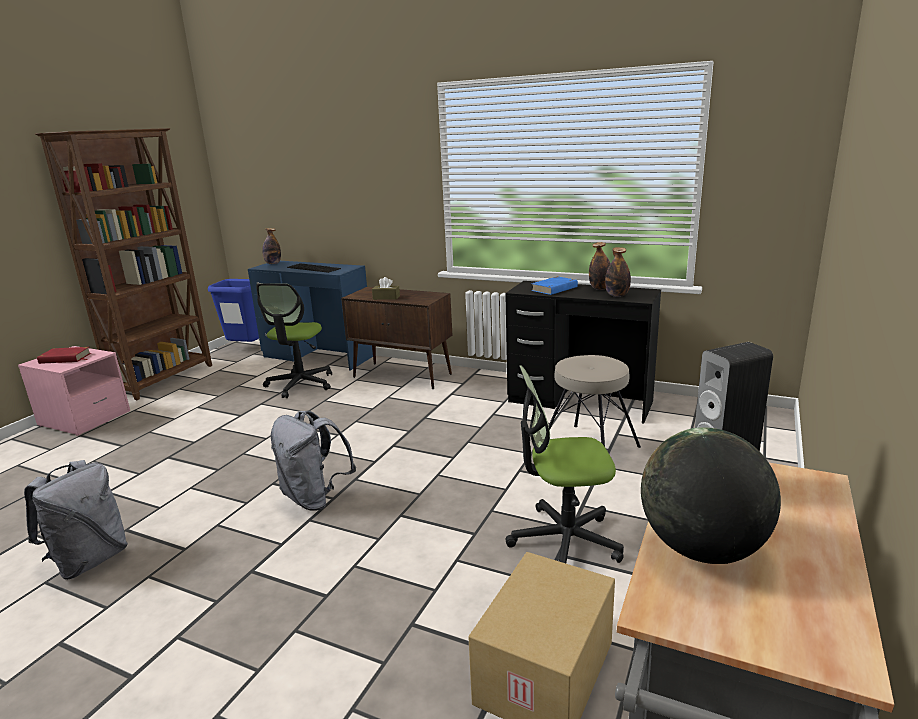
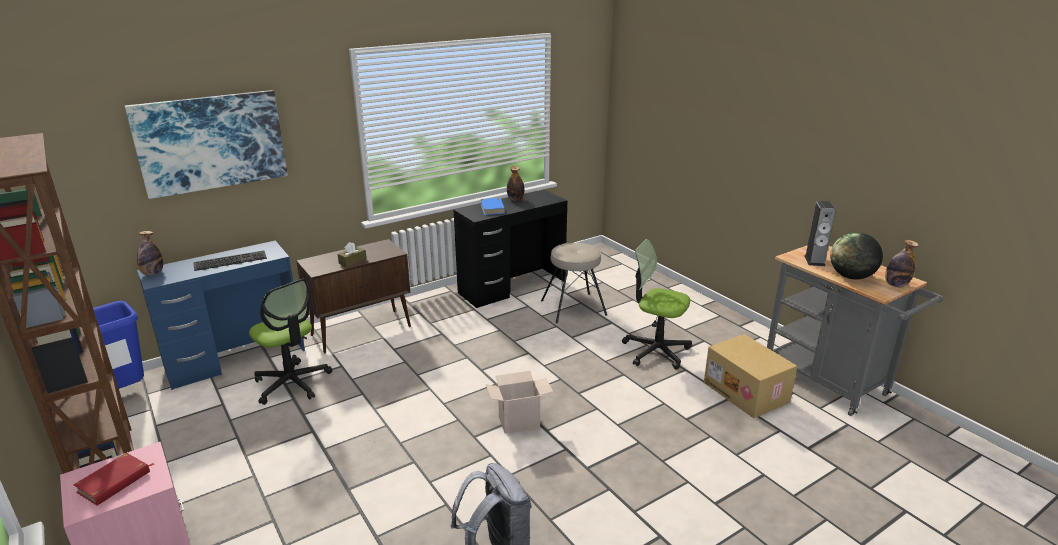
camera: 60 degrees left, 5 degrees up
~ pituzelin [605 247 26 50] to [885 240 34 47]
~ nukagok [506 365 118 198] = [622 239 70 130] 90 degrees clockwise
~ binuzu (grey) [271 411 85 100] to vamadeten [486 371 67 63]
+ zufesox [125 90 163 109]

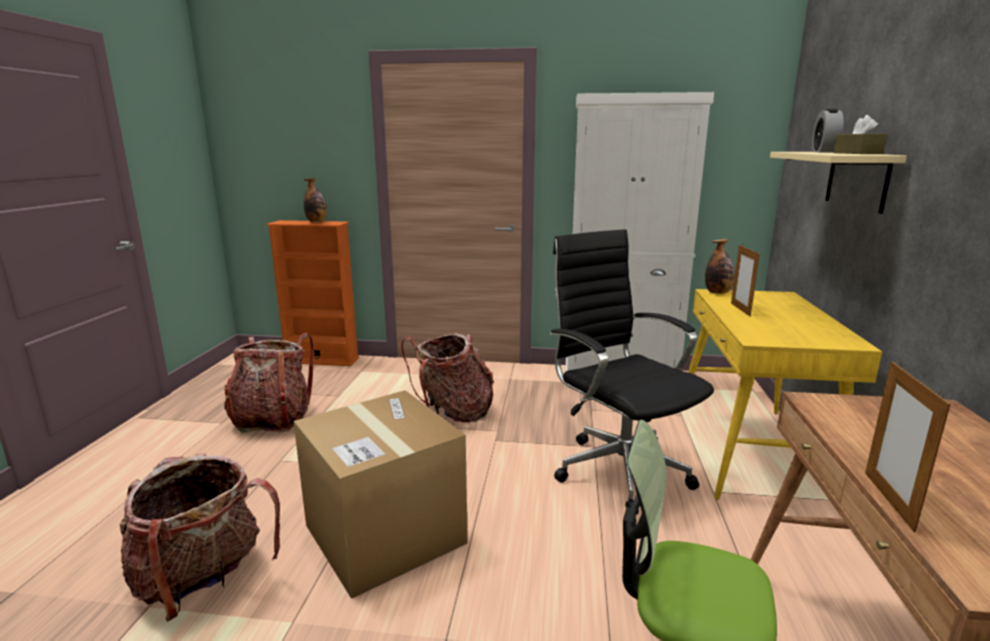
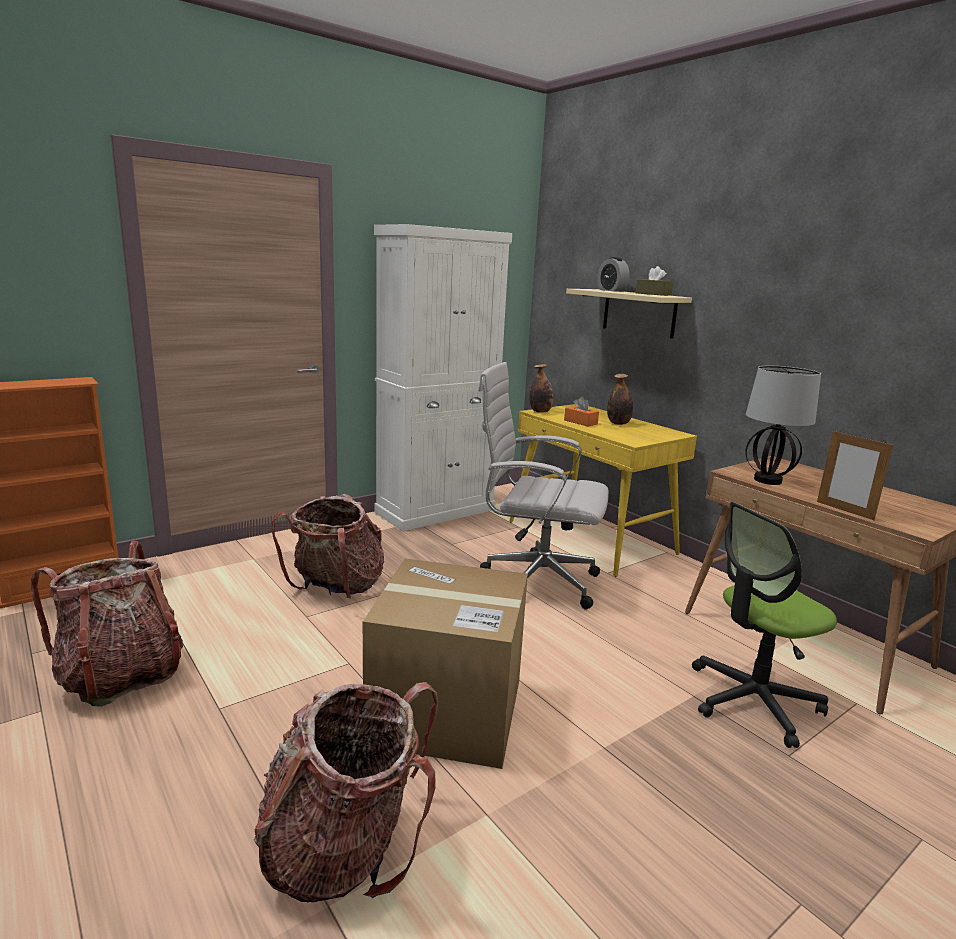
camera: 45 degrees left, 0 degrees up
~ pituzelin [304 177 23 45] to [607 374 26 51]
~ nukagok (black) [550 229 164 286] to nukagok (white) [478 362 131 248]
~ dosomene [731 245 29 72] to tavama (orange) [564 397 35 30]
+ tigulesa [745 366 76 119]

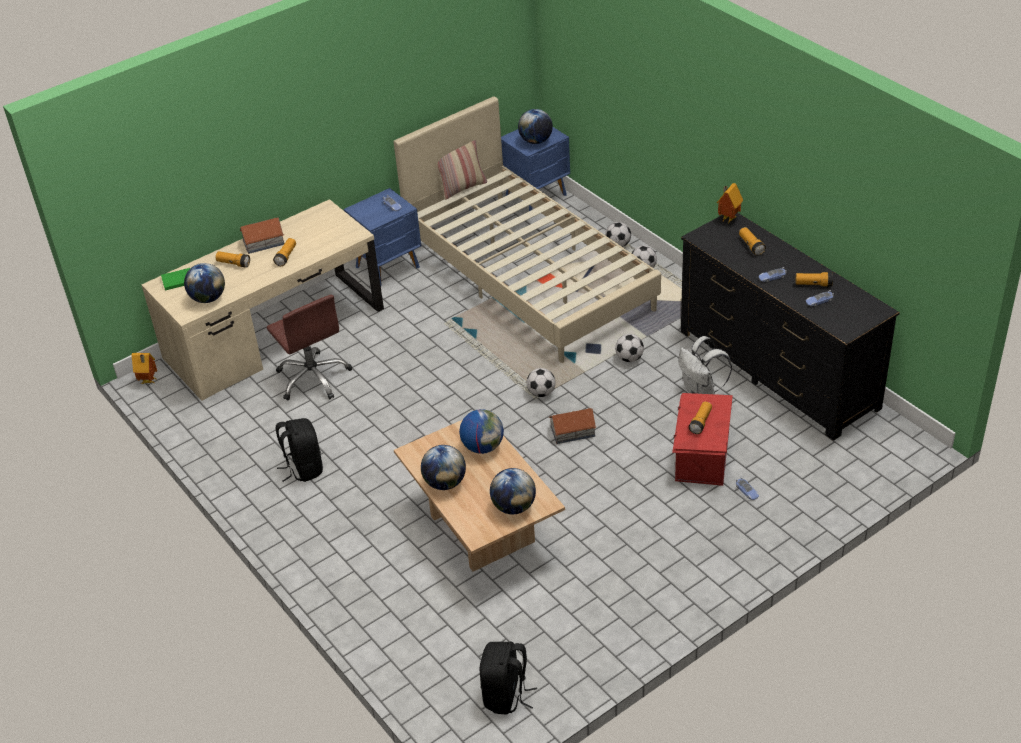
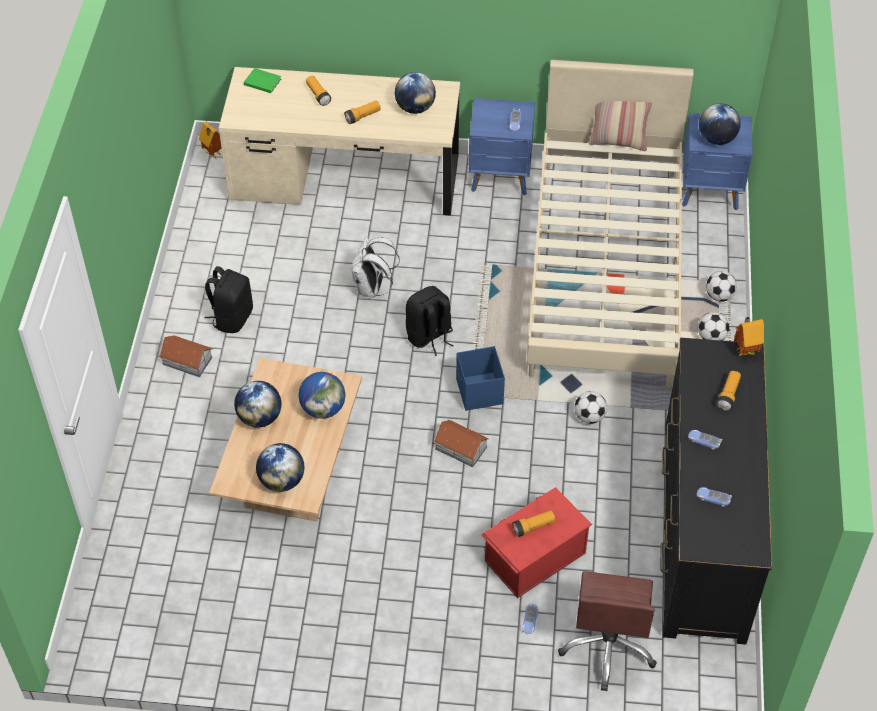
camera: 40 degrees right, 10 degrees up
~ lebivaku [240 217 45 37] to [160 335 52 42]
~ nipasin [184 263 41 40] to [395 72 41 42]
- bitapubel [795 272 38 14]
~ nukagok (brown) [267 294 85 107] to [558 571 99 120]
~ binuzu (white) [678 336 54 58] to [352 236 48 62]
~ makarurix [527 368 29 29] to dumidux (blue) [456 346 49 65]
~ binuzu (black) [480 642 57 72] to [406 286 48 70]

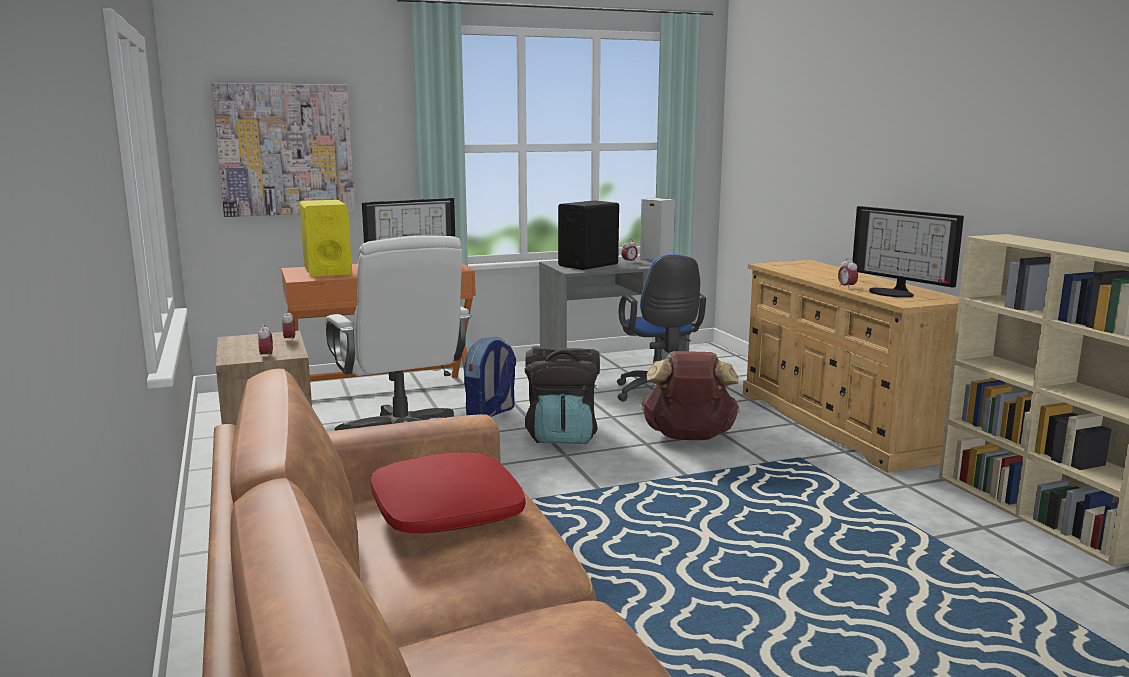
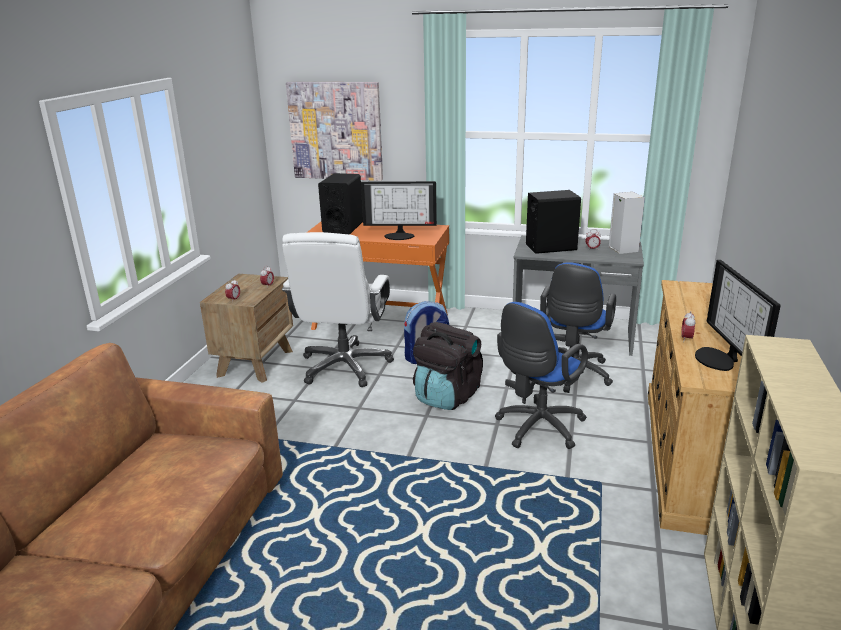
camera: 35 degrees right, 10 degrees up
~ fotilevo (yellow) [300 200 52 77] to fotilevo (black) [318 173 45 61]
~ binuzu (brown) [641 351 98 89] to nukagok (blue) [495 302 93 147]
- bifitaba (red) [370 452 156 81]

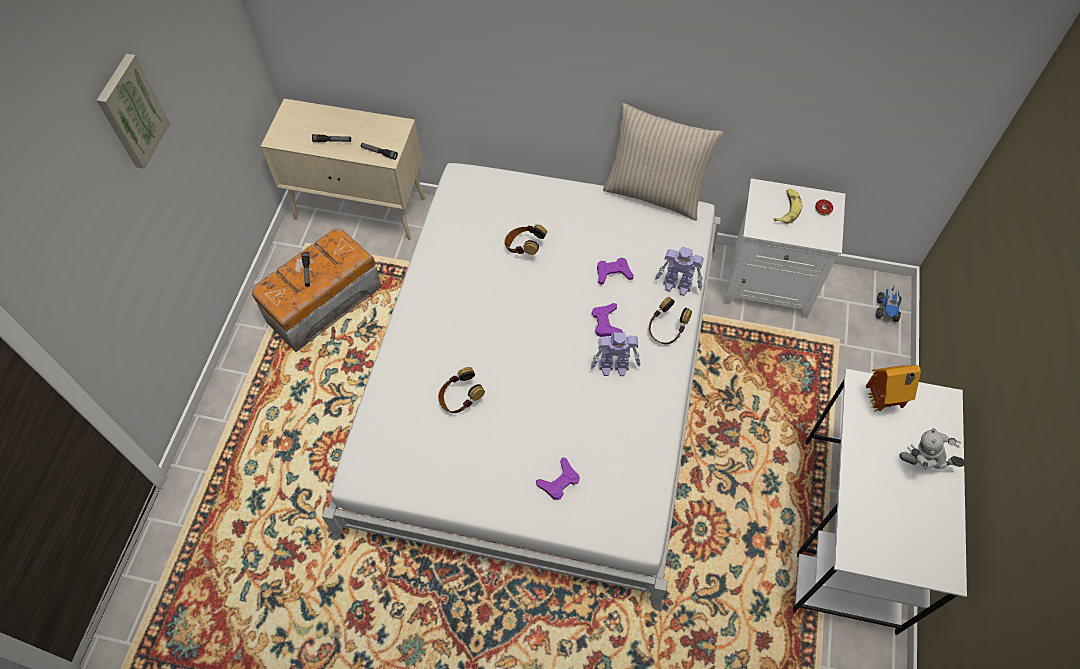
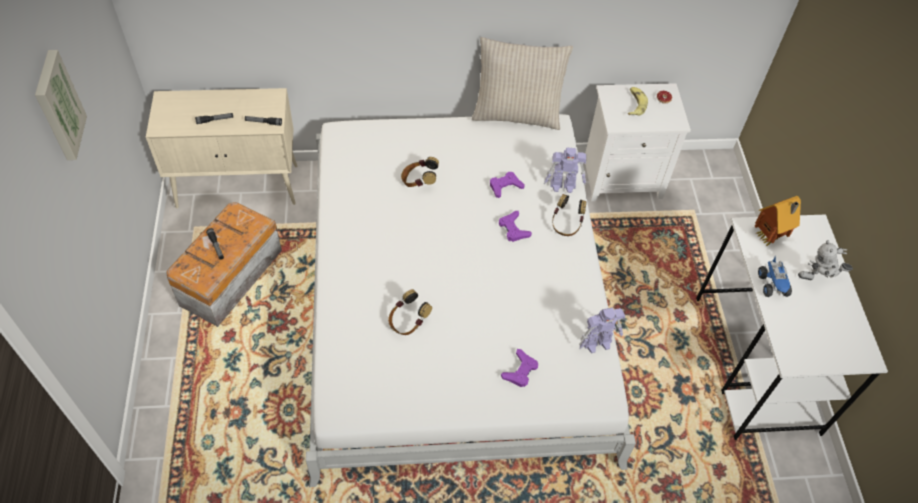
camera: 20 degrees left, 5 degrees down
~ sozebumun [876 286 26 36] to [758 256 34 41]
~ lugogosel [591 332 49 44] to [579 307 46 46]

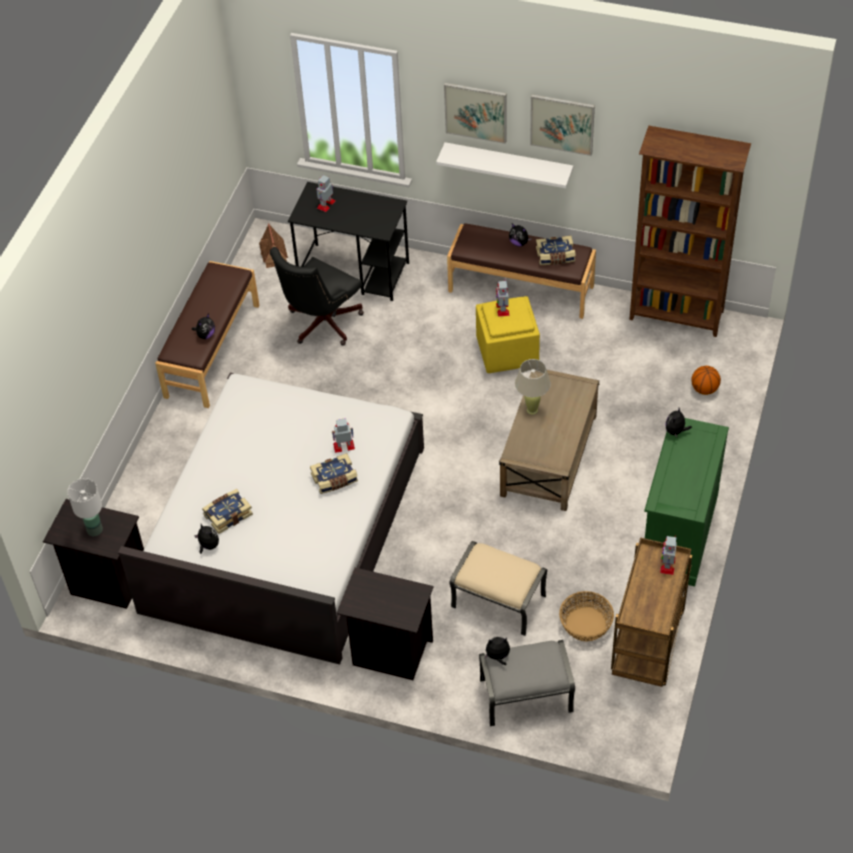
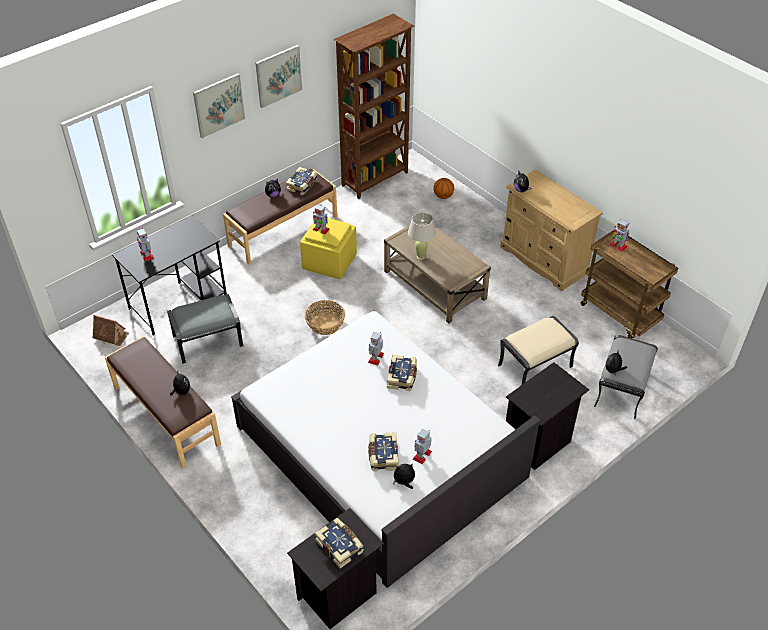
camera: 60 degrees left, 5 degrees down
- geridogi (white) [436 142 137 46]
~ nukagok (black) [270 247 94 99] to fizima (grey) [167 294 76 70]
~ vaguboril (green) [644 418 85 169] to vaguboril (beige) [500 169 103 122]
~ tigulesa (white) [67 478 36 58] to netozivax [315 518 49 51]
~ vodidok [559 591 55 50] to [305 300 40 35]
+ lugogosel [413 429 19 35]

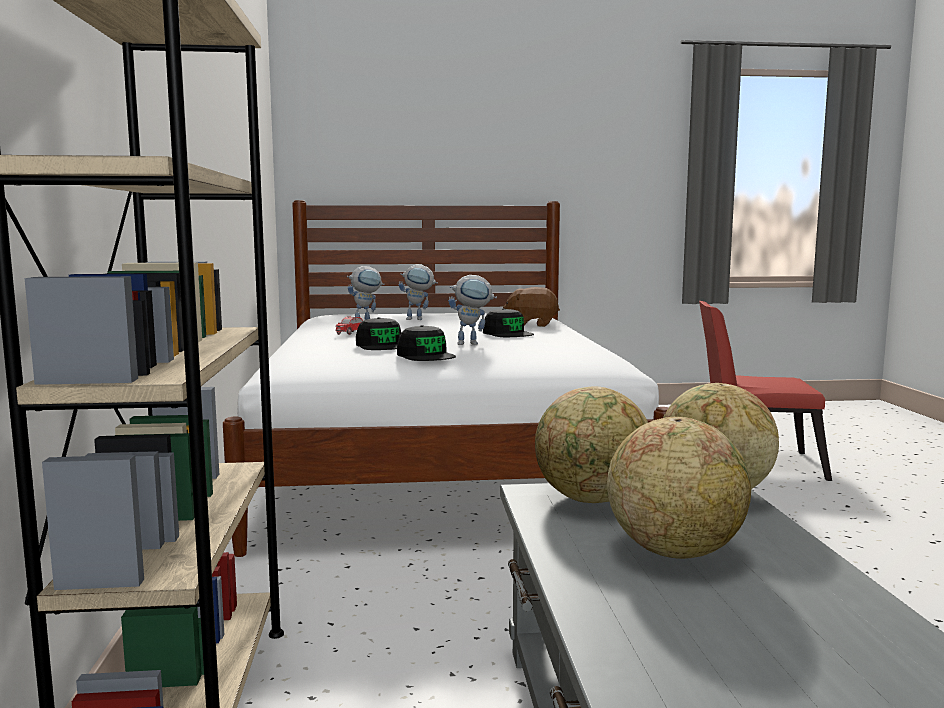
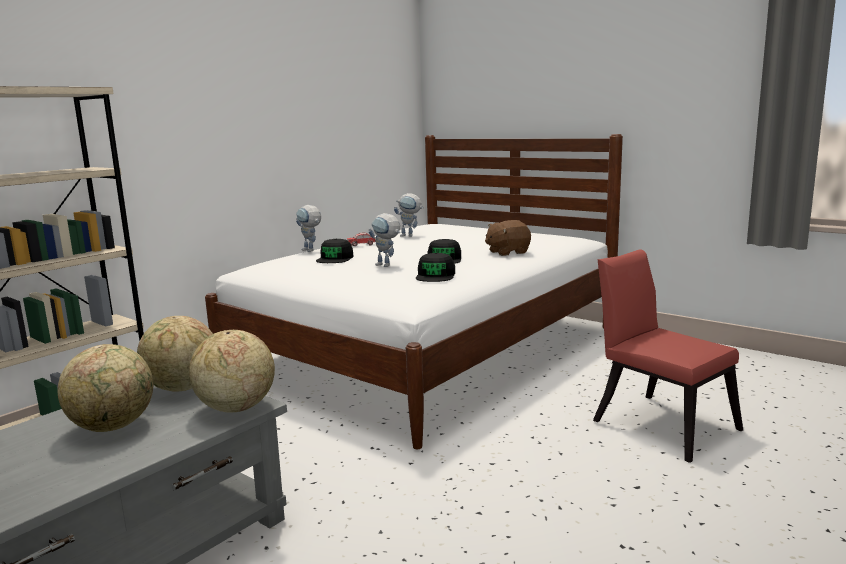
camera: 45 degrees right, 5 degrees up
~ lugogosel [398 265 40 55] to [296 205 25 47]
~ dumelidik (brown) [503 287 57 40] = [485 220 46 36] 75 degrees counterclockwise
~ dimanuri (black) [397 325 59 36] to [416 253 39 29]

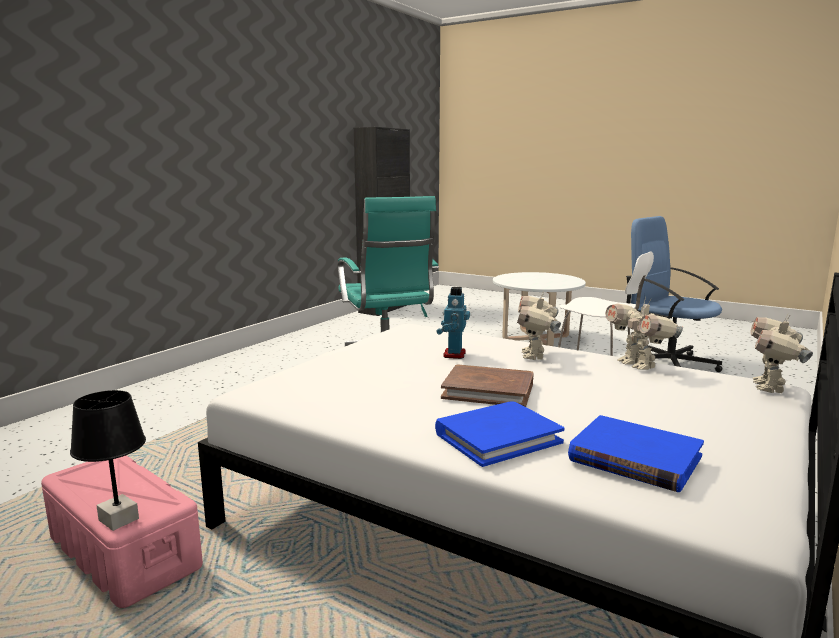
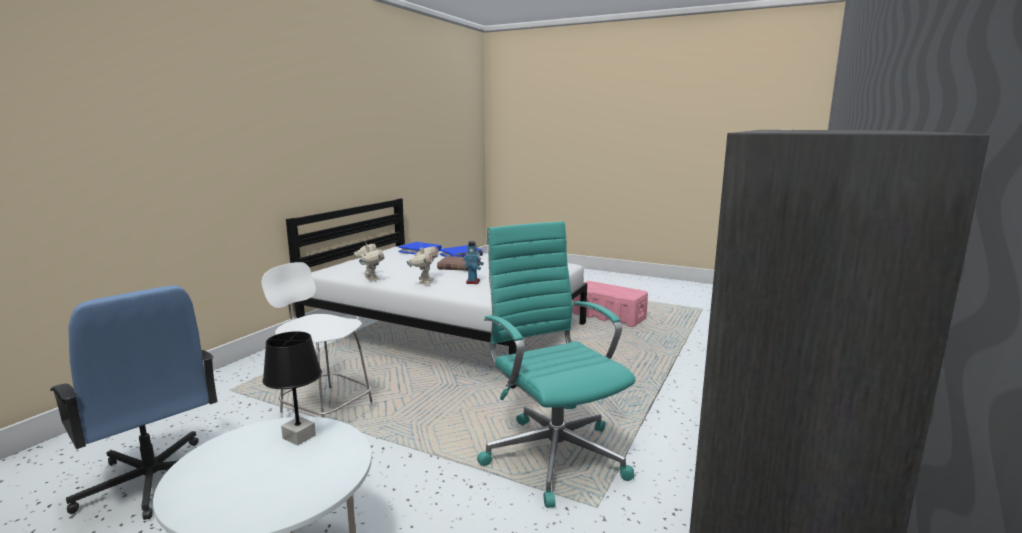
camera: 175 degrees right, 0 degrees up
- lugogosel [750 313 63 80]
~ tigulesa (black) [70 390 76 141] to [262 331 60 115]

